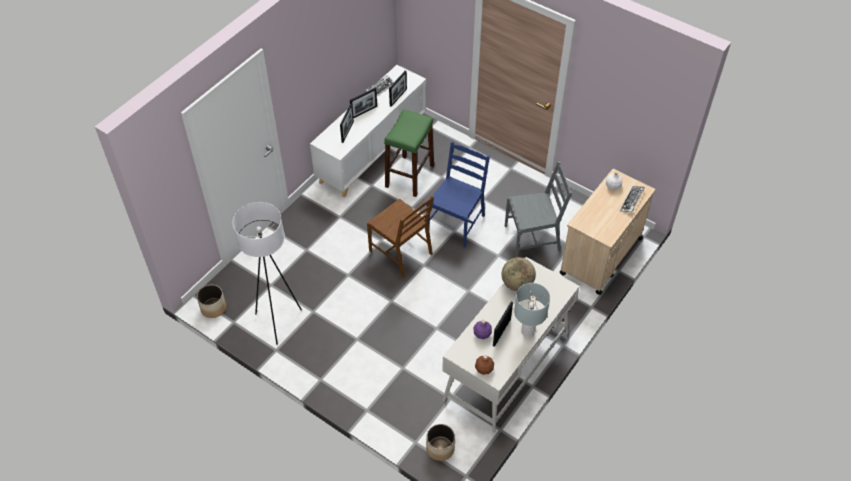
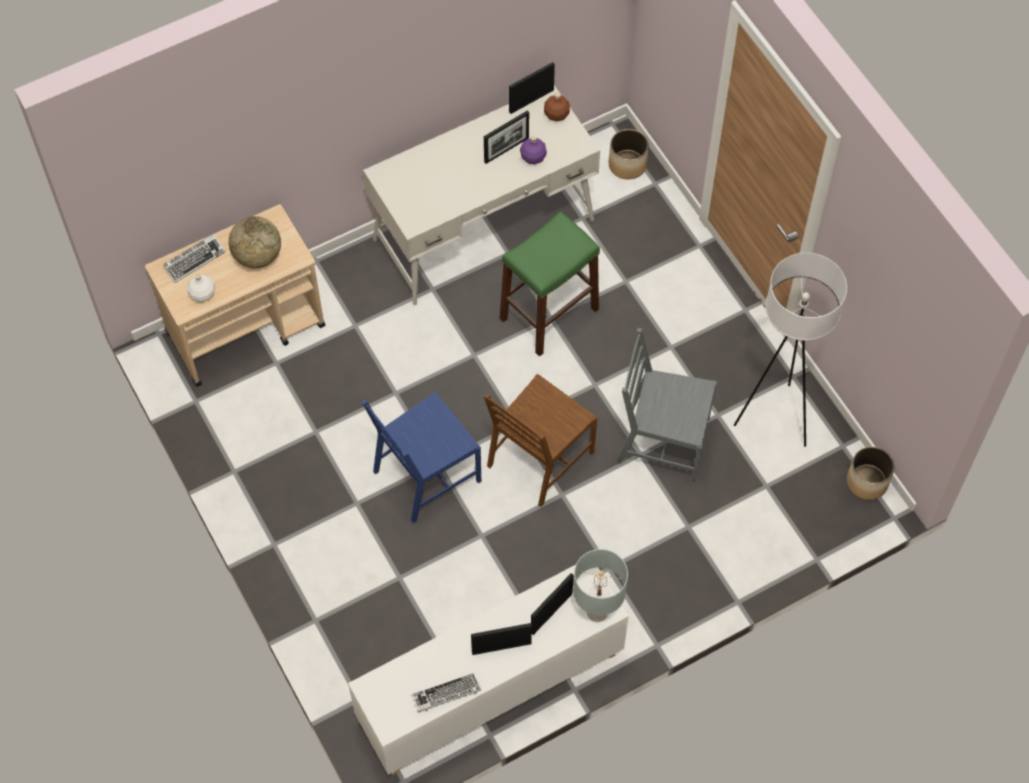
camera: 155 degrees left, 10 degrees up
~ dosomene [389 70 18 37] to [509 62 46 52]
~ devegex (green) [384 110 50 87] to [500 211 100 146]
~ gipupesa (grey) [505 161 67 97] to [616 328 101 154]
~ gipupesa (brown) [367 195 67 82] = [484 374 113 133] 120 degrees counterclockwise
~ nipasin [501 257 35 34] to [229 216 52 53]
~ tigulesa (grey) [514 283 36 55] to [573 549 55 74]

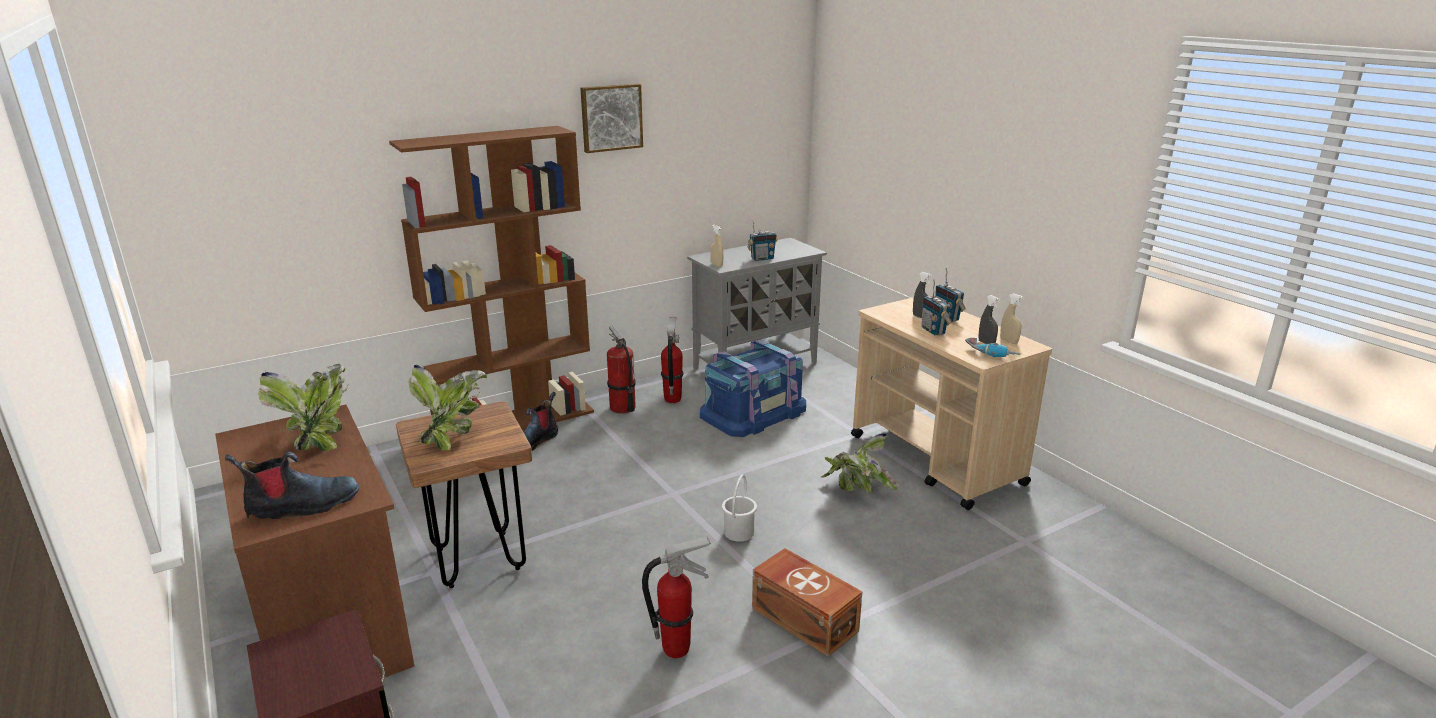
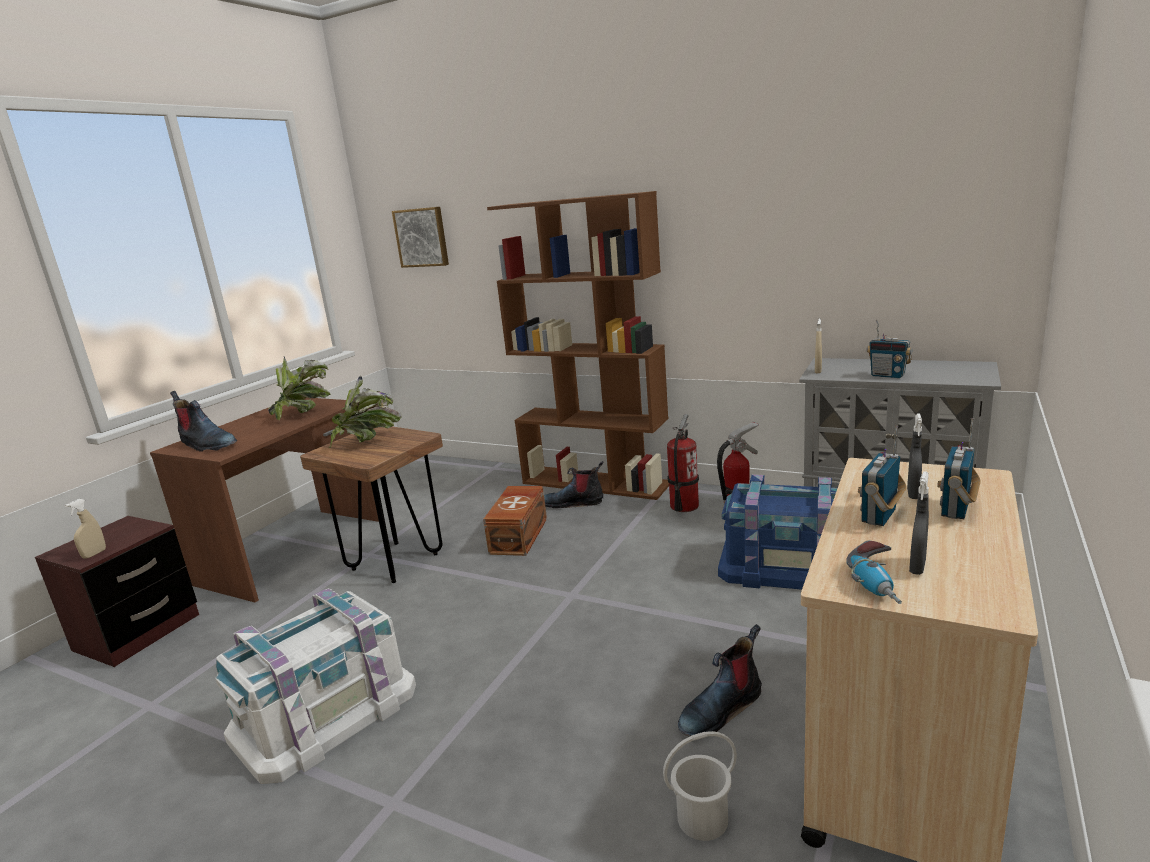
camera: 60 degrees right, 5 degrees down
~ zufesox [580 84 63 69] to [392 207 57 61]
~ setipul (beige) [1000 293 24 51] to [65 499 41 60]
~ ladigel [821 433 78 60] to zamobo [678 624 84 113]
~ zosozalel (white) [722 475 35 67] to [663 731 74 110]
~ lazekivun [642 536 68 122] to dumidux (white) [215 588 201 196]
~ dumidux (brown) [752 548 110 109] to [483 486 64 70]

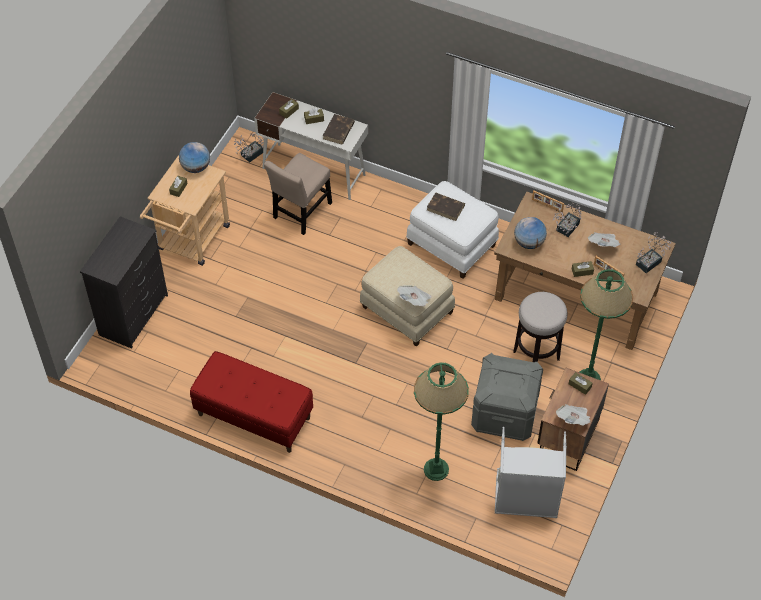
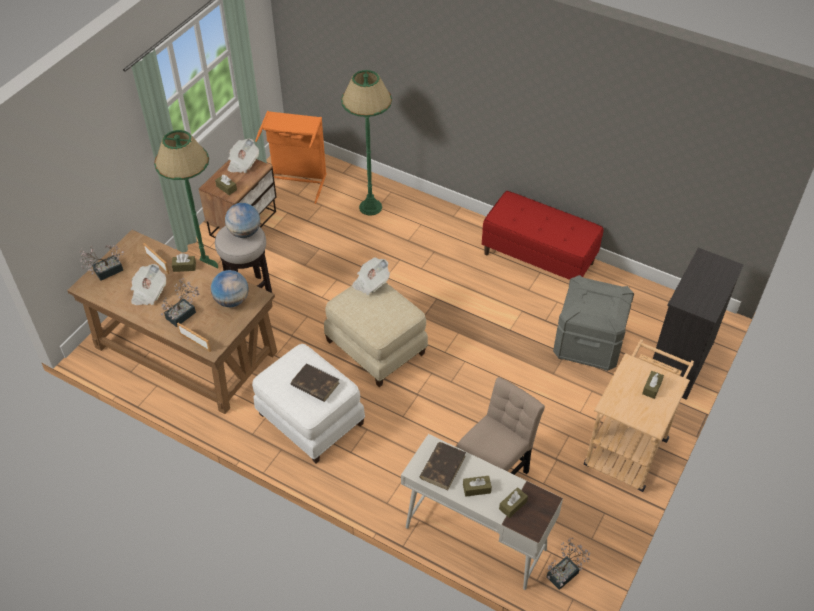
camera: 175 degrees left, 5 degrees down
~ nipasin [179 142 31 31] to [225 203 35 35]
~ dumidux (grey) [471 353 72 88] to [553 275 81 96]
~ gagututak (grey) [495 427 72 91] to gagututak (orange) [255 111 72 93]

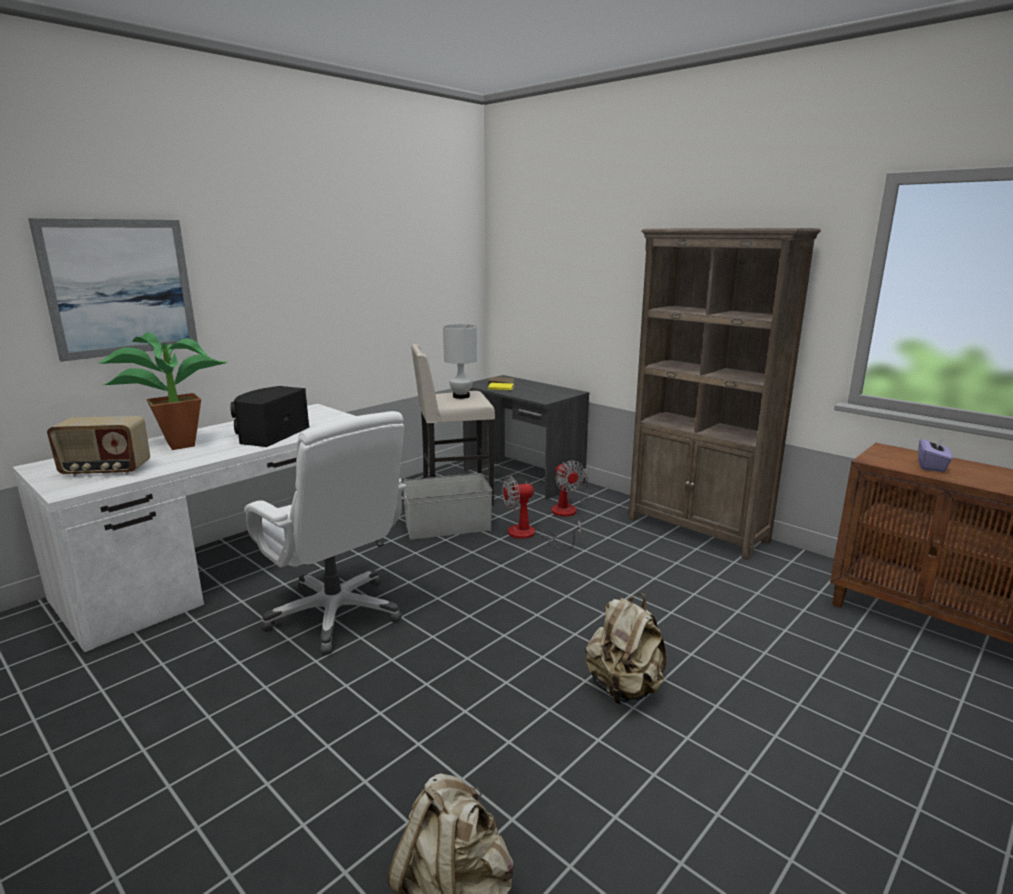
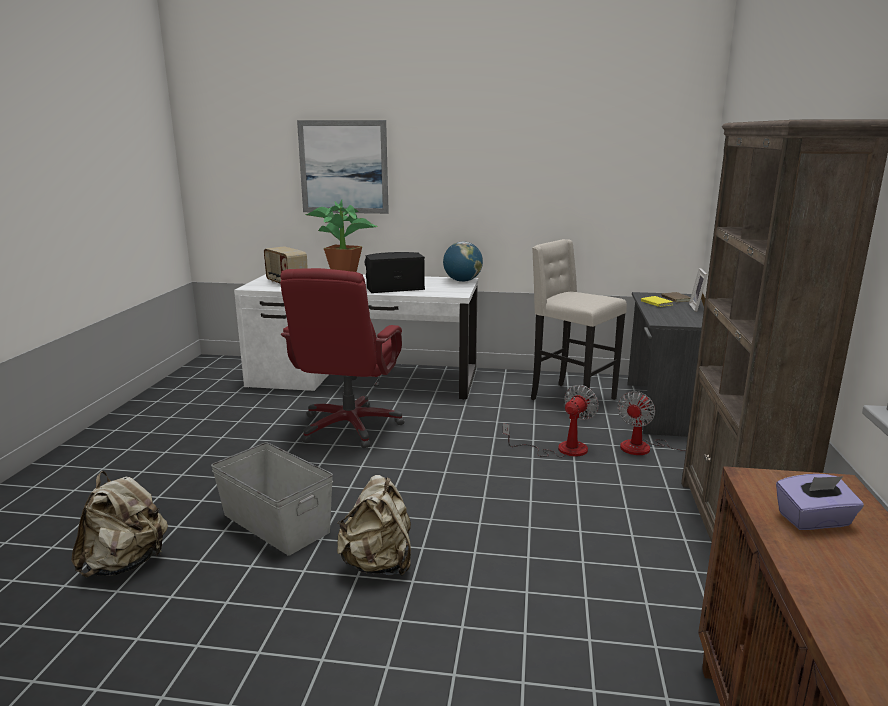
camera: 55 degrees right, 0 degrees up
- tigulesa (white) [443 324 34 75]
~ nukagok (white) [244 411 162 244] to nukagok (red) [280 268 124 180]
~ dumidux (grey) [403 473 90 67] to [211 442 122 114]
~ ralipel [502 476 80 73] = [503 385 96 73] 90 degrees clockwise
+ nipasin [443 242 40 40]
+ dosomene [689 268 19 44]

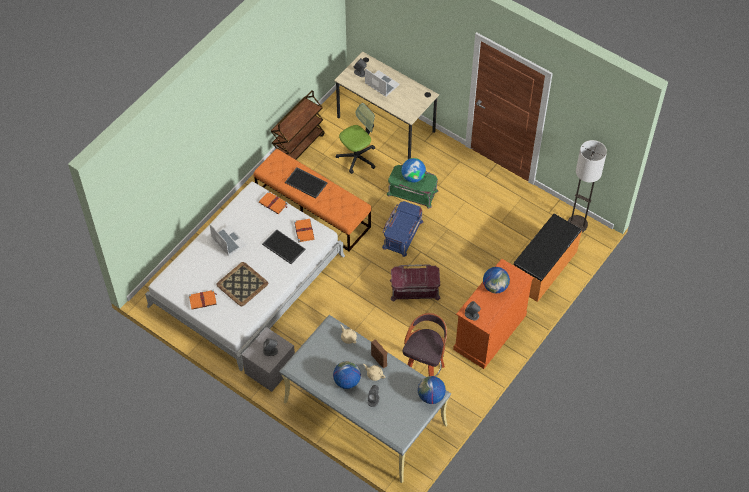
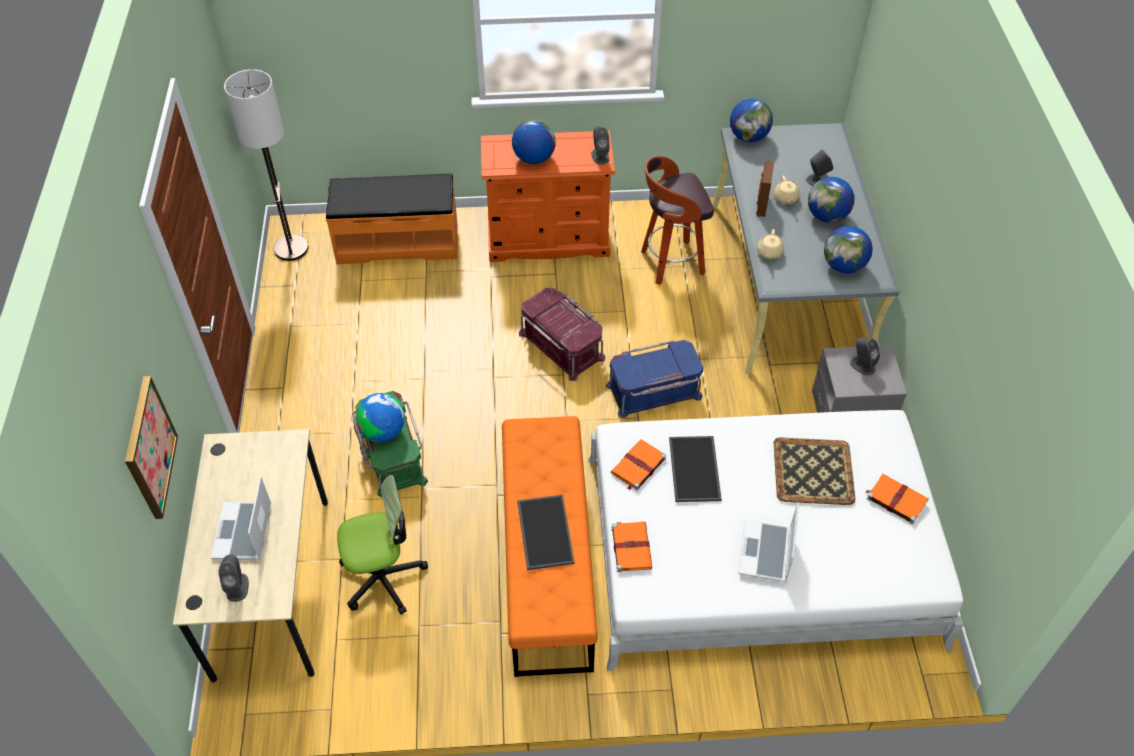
camera: 130 degrees left, 5 degrees down
- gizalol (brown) [271 90 53 70]
~ nukagok [336 103 40 71] = [337 475 91 140] 150 degrees clockwise
~ dumidux (blue) [382 201 41 56] to [606 340 97 79]
+ nipasin [824 226 49 48]
+ zufesox [125 376 53 143]

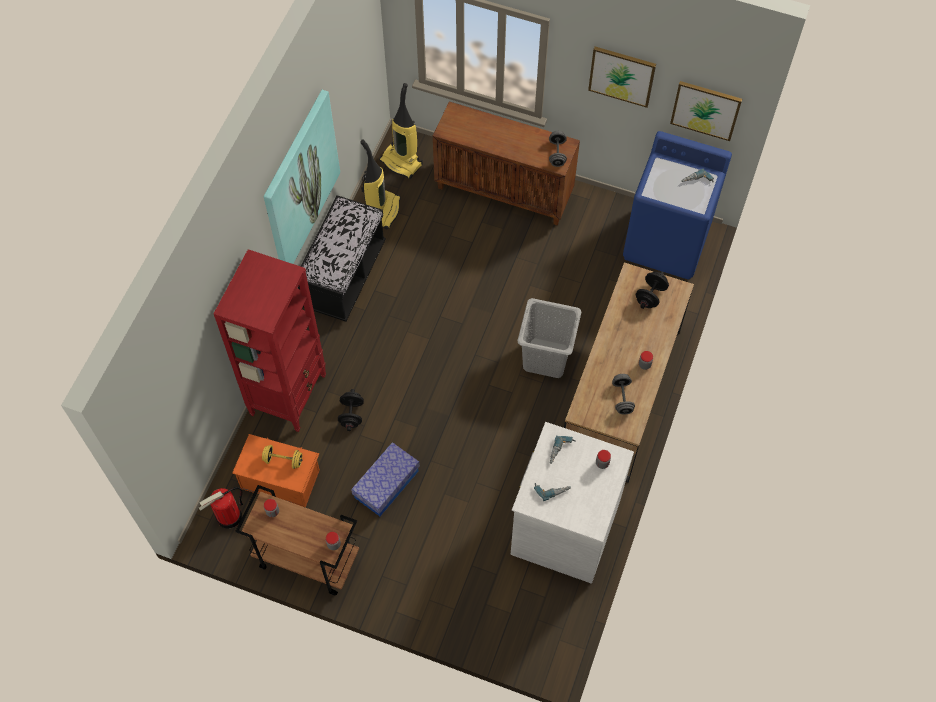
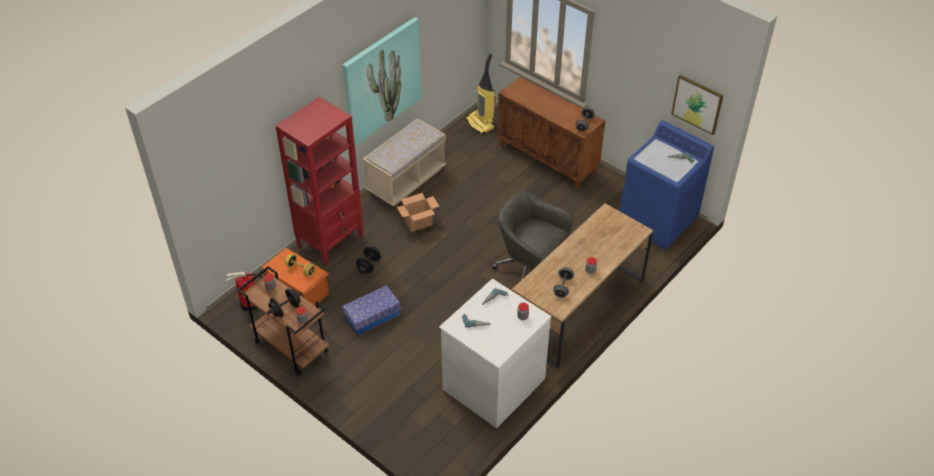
camera: 20 degrees right, 15 degrees down
- zufesox [588 47 68 61]
- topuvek [360 139 41 90]
~ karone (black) [298 195 88 127] to karone (beige) [363 118 83 88]
~ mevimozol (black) [636 271 33 38] to [267 289 35 28]
~ gagututak (grey) [517 298 64 80] to nukagok (grey) [492 191 81 89]
+ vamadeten [397 193 42 39]

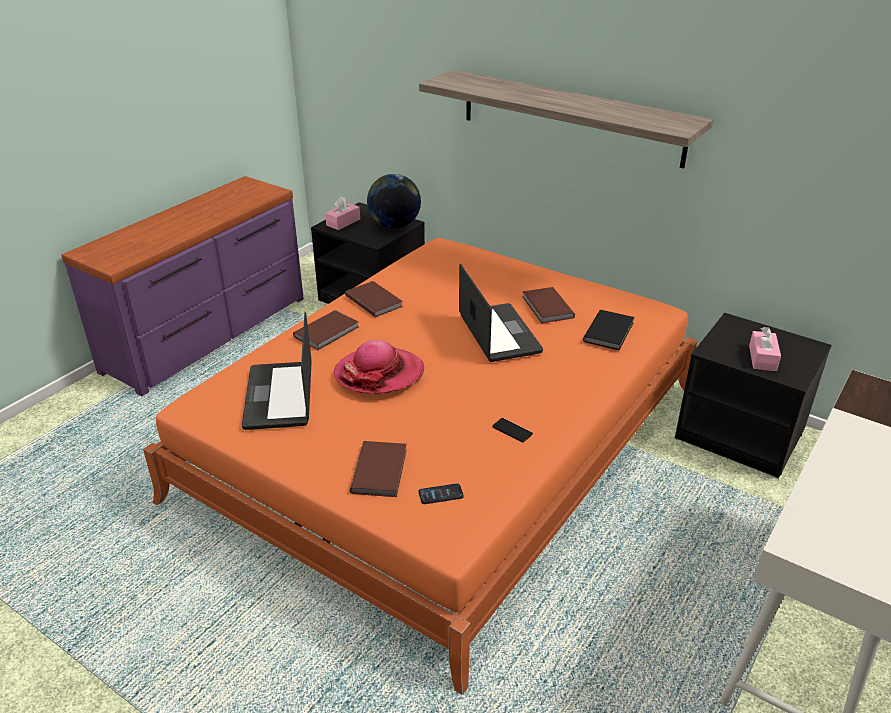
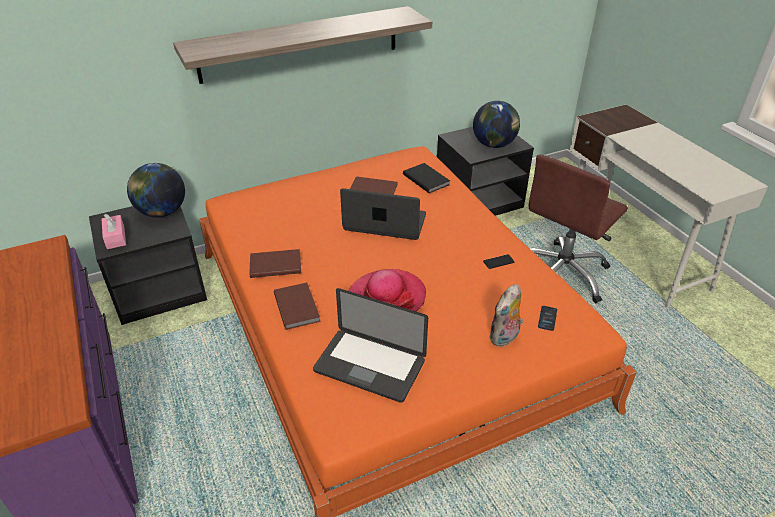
camera: 60 degrees left, 5 degrees up
~ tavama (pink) [749 327 32 44] to nipasin [473 101 47 47]
~ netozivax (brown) [350 441 57 56] to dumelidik [489 284 34 63]
+ nukagok (brown) [528 154 100 149]

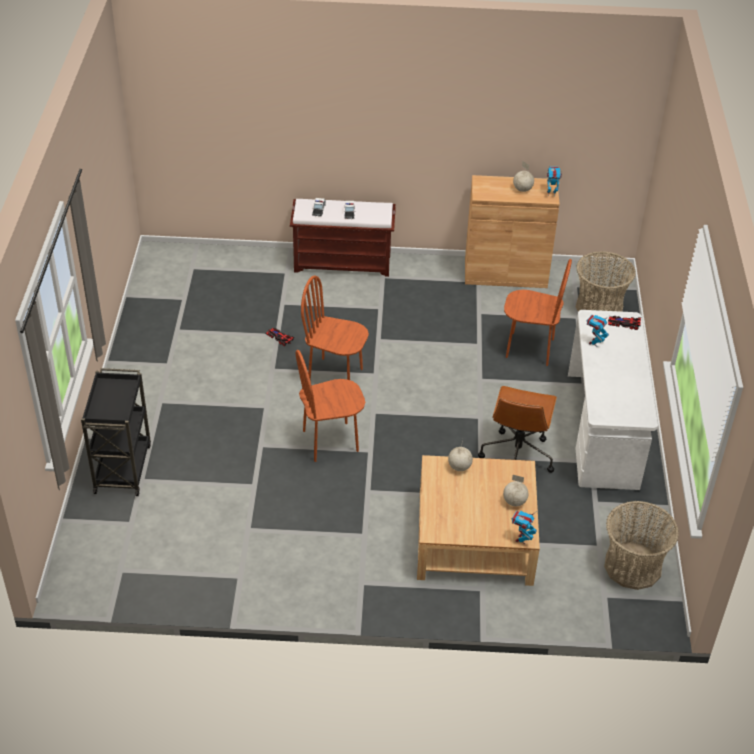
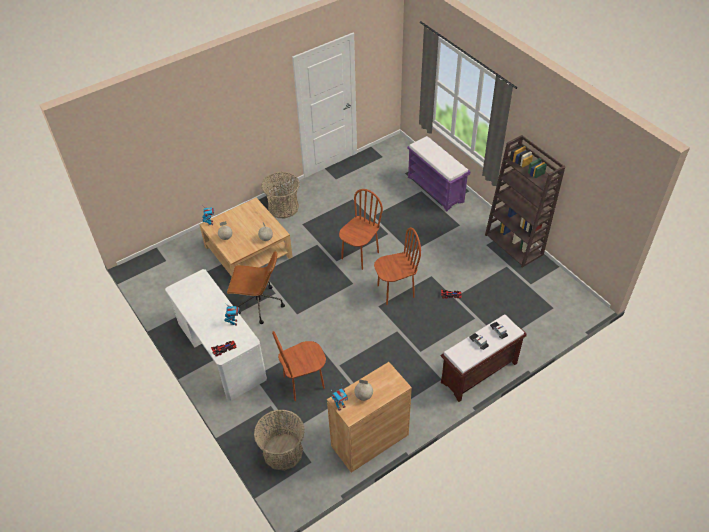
camera: 145 degrees right, 5 degrees up
~ gizalol (black) [81 368 70 128] to karone (purple) [407 136 63 75]
~ nukagok (brown) [478 386 79 87] = [227 251 58 73] 120 degrees clockwise
~ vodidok [604 501 75 89] to [261 172 39 47]
+ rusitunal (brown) [485 135 80 133]

